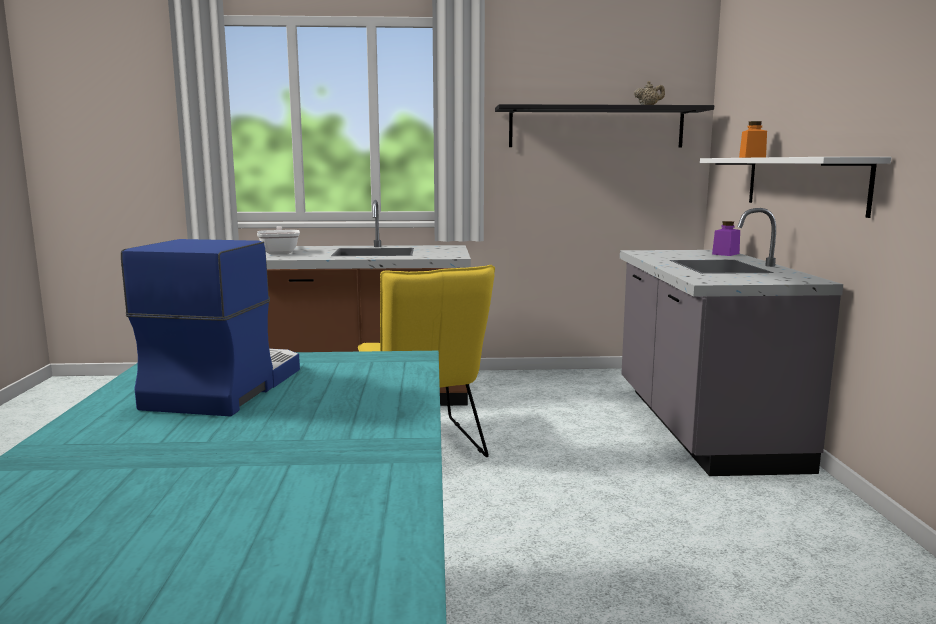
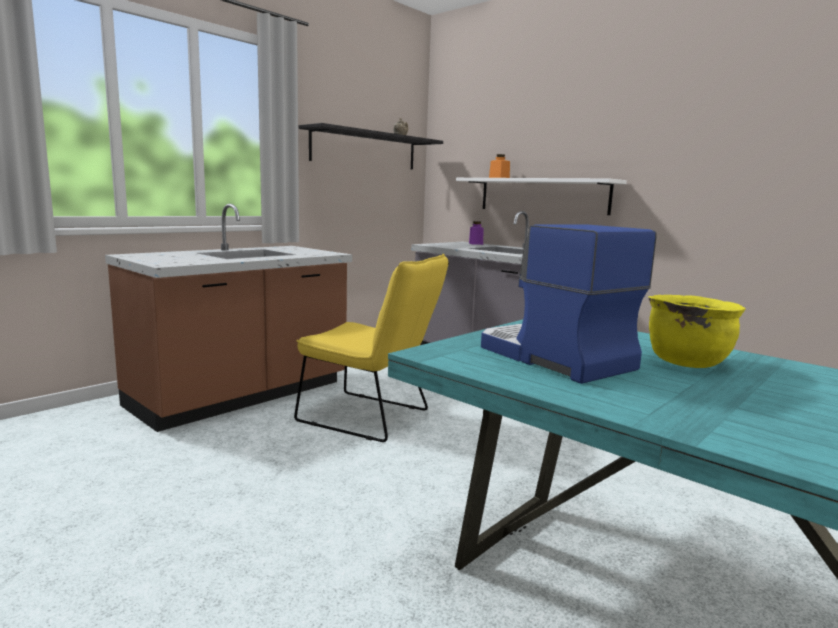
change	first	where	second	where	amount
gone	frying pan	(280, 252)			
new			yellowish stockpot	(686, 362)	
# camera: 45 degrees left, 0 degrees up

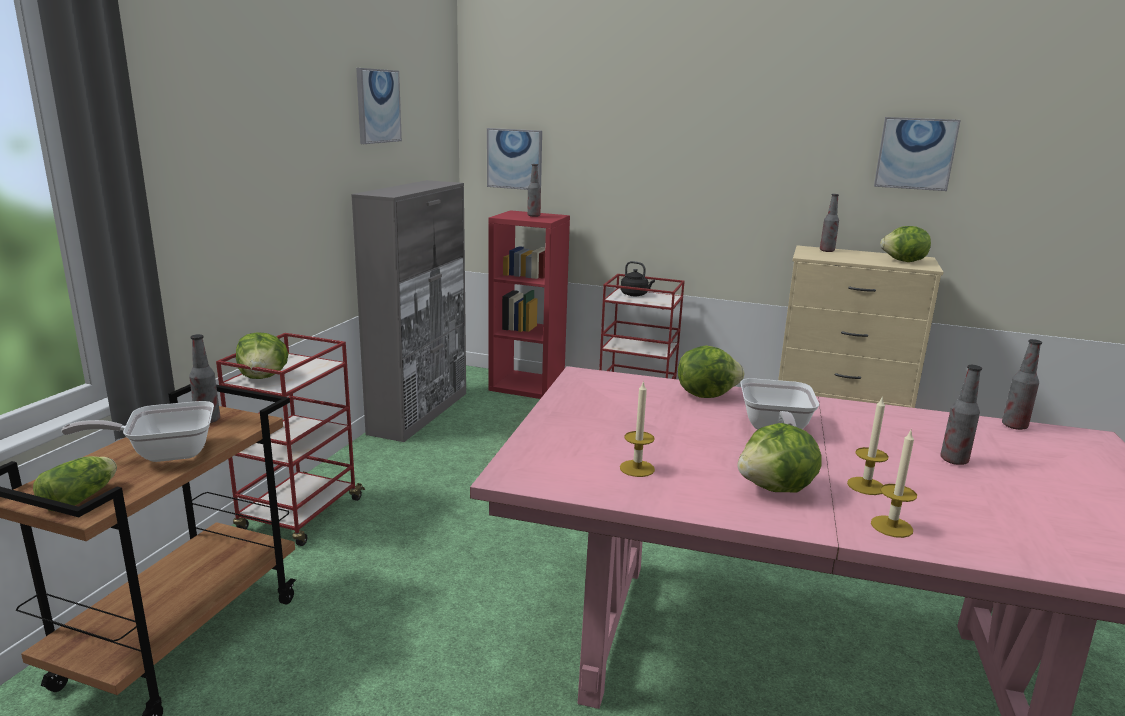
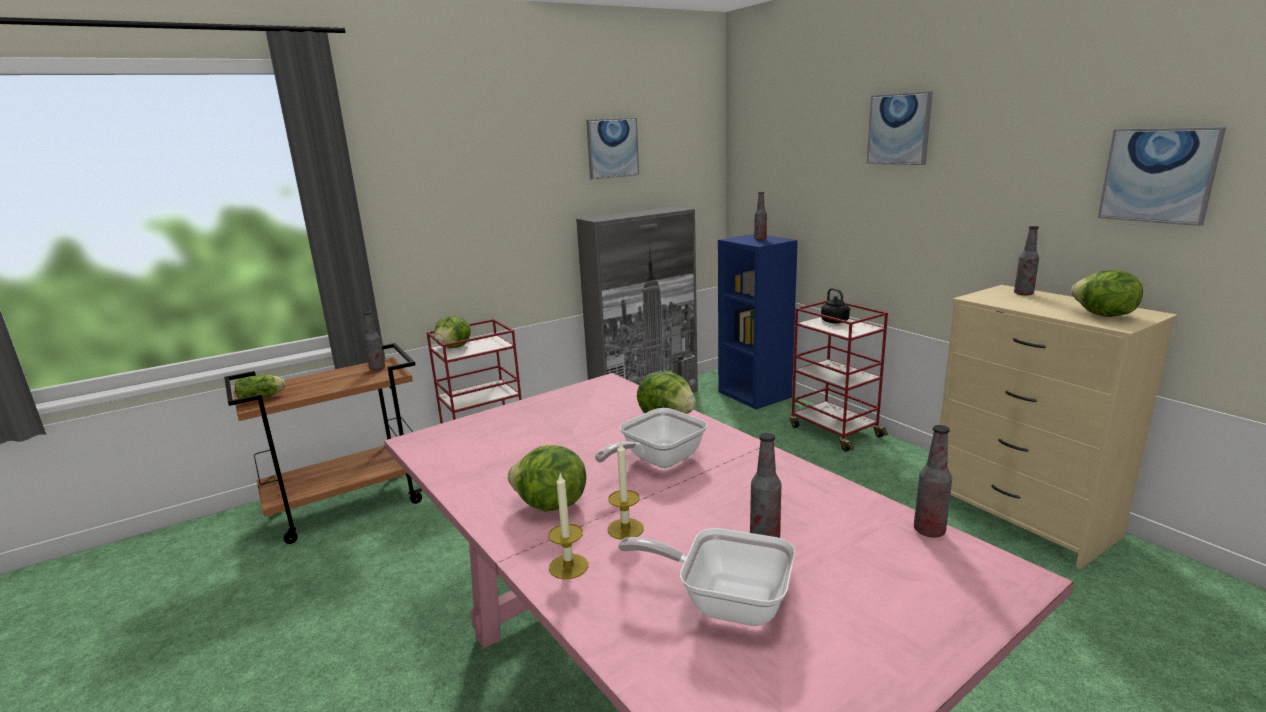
change	first	where	second	where	amount
shifted	wall art	(514, 159)		(899, 129)	
repainted	red-coloured bookshelf	(528, 386)	blue bookshelf	(755, 394)	
gone	candle	(637, 468)			
shifted	frying pan	(164, 453)		(724, 601)	
# camera: 40 degrees right, 0 degrees up

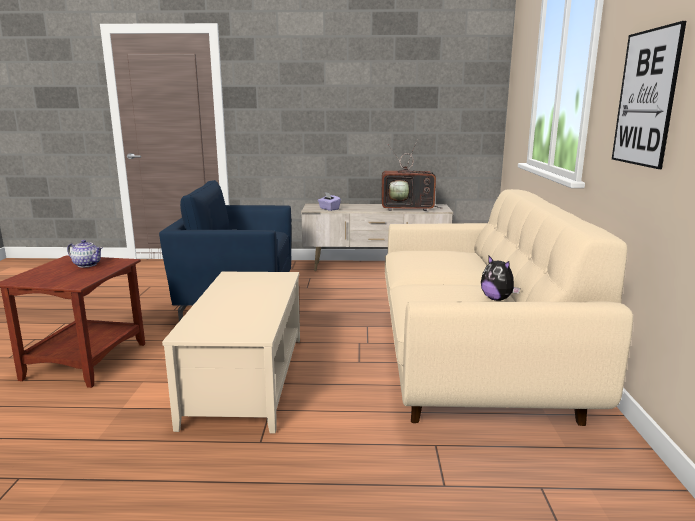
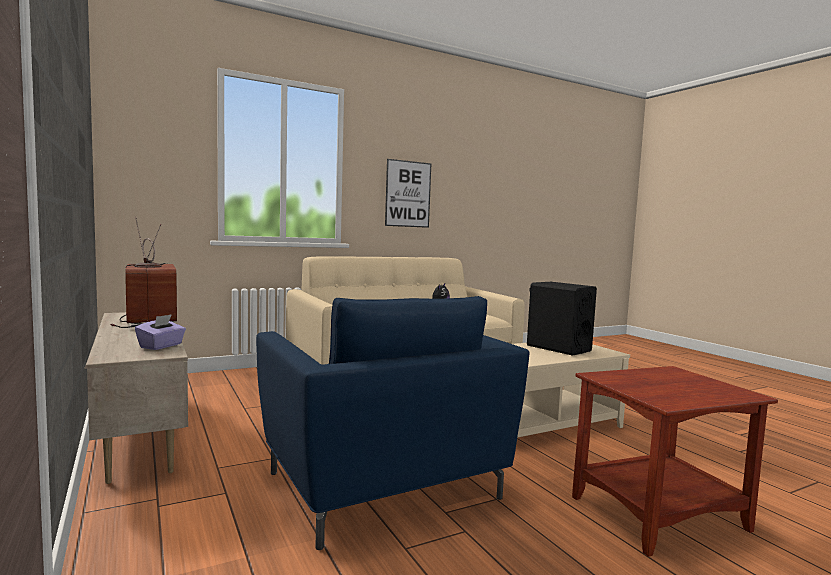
change	first	where	second	where	amount
gone	pot for tea	(87, 264)			
new			black-coloured speaker	(558, 348)	
# camera: 120 degrees left, 10 degrees down

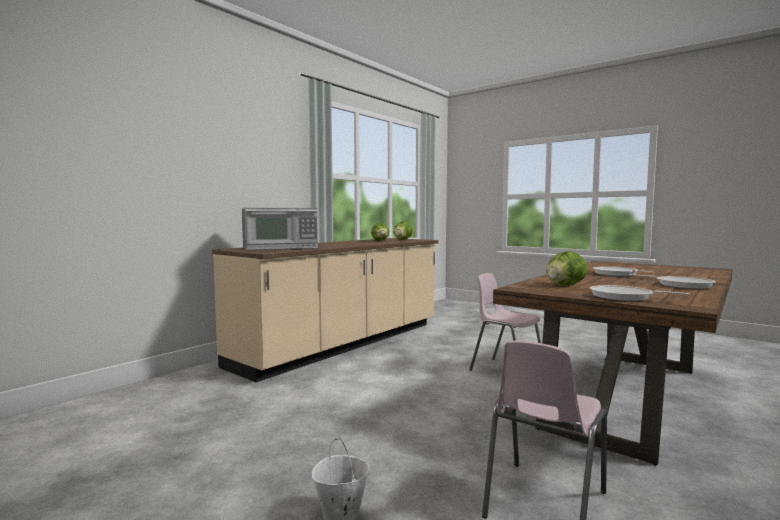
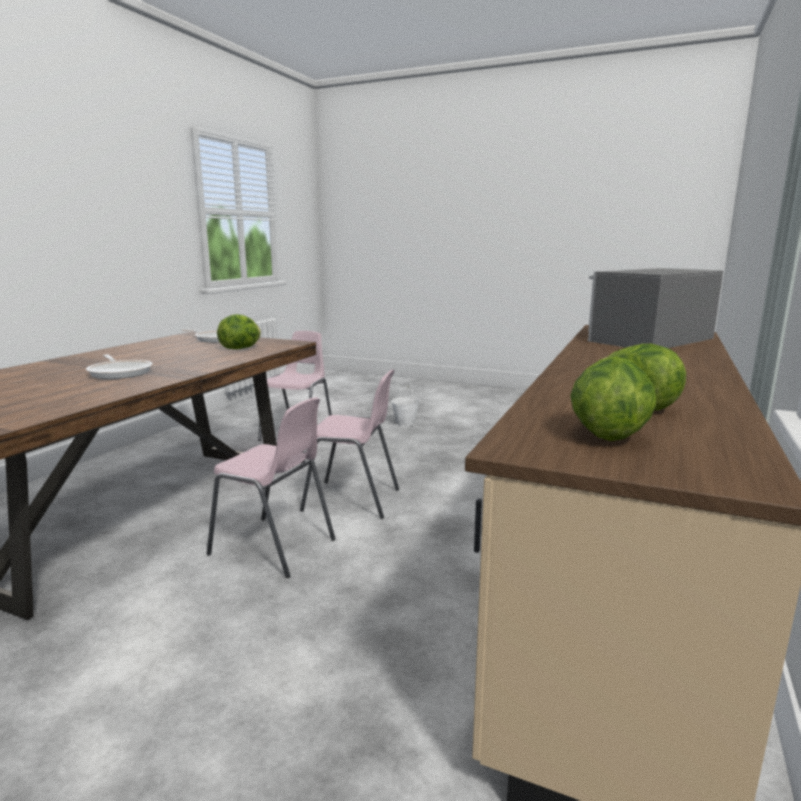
change	first	where	second	where	amount
gone	frying pan	(680, 285)			
new			pinkish plain chair	(352, 500)	
# camera: 165 degrees right, 10 degrees up

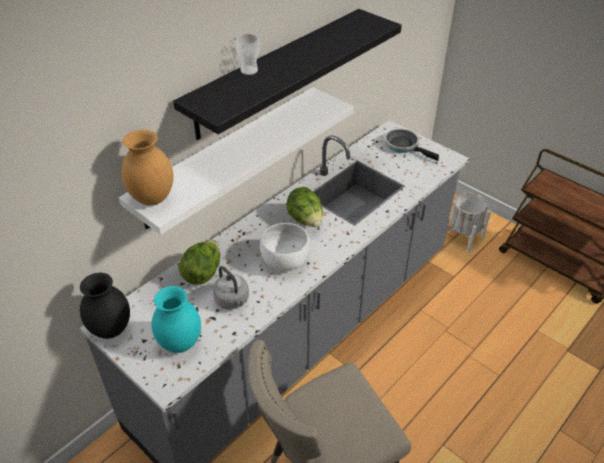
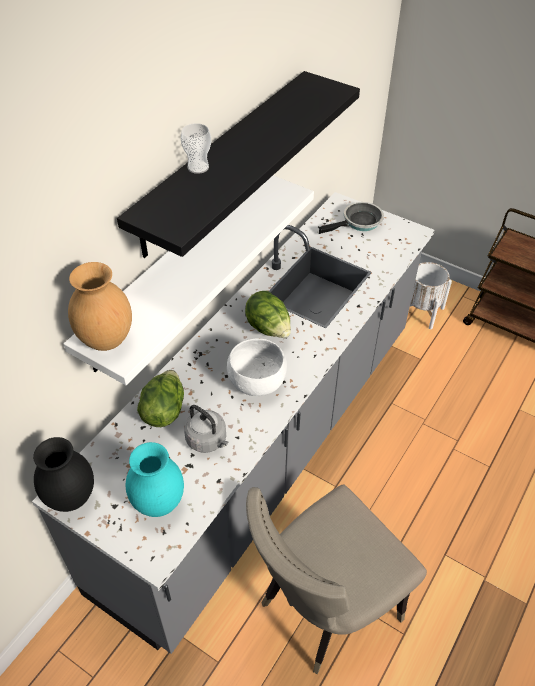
change	first	where	second	where	amount
rotated	frying pan	(404, 146)		(359, 222)	120 degrees clockwise
# camera: 10 degrees left, 5 degrees up

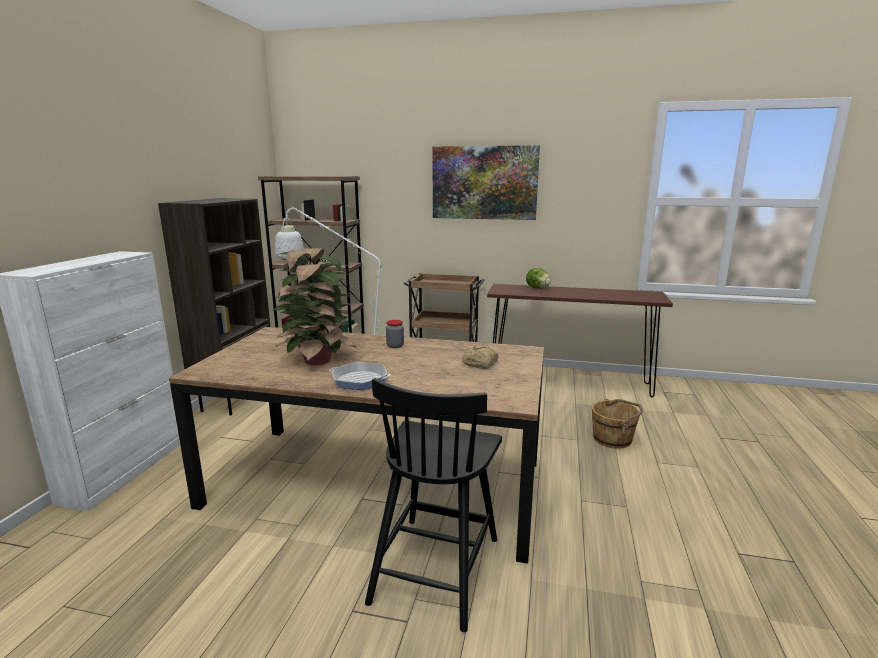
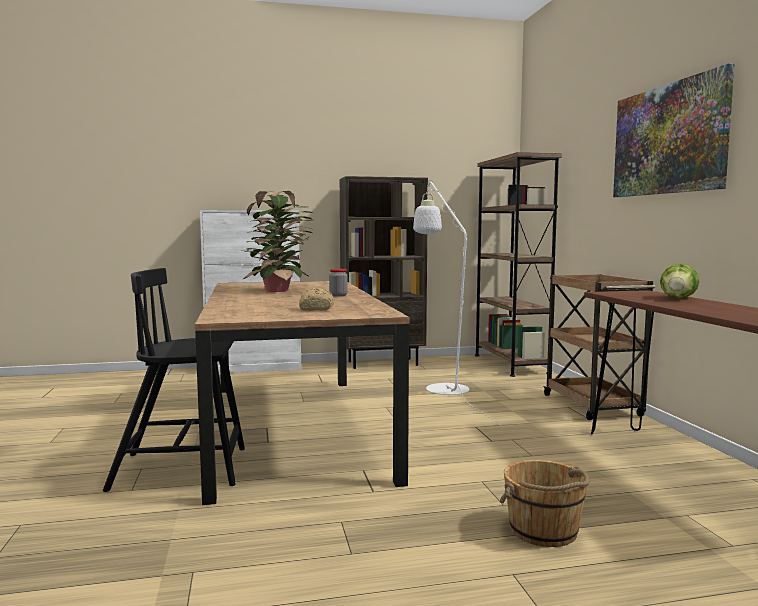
change	first	where	second	where	amount
gone	frying pan	(359, 380)			
# camera: 65 degrees right, 10 degrees down

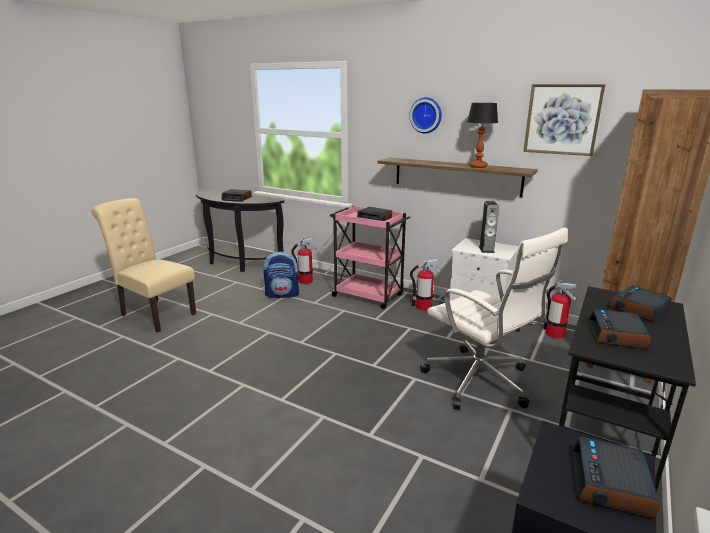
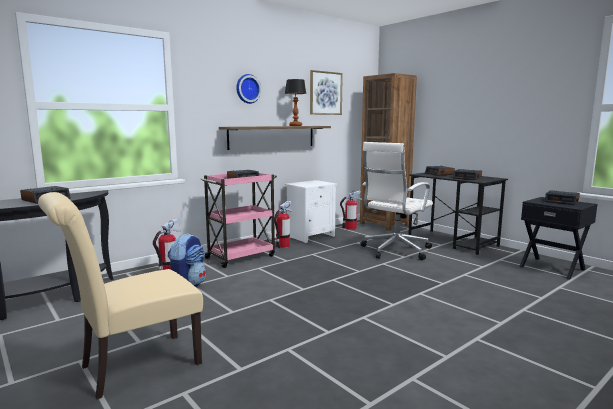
change	first	where	second	where	amount
gone	speaker	(486, 249)			
rotated	whitish office chair	(480, 382)		(394, 251)	150 degrees clockwise
# camera: 70 degrees left, 10 degrees down

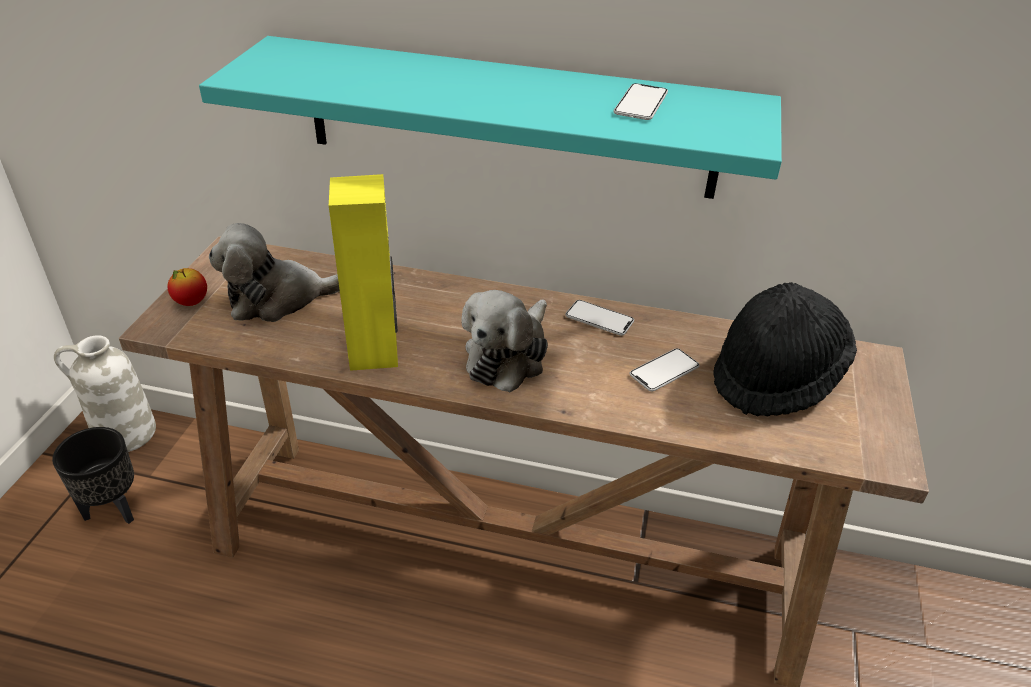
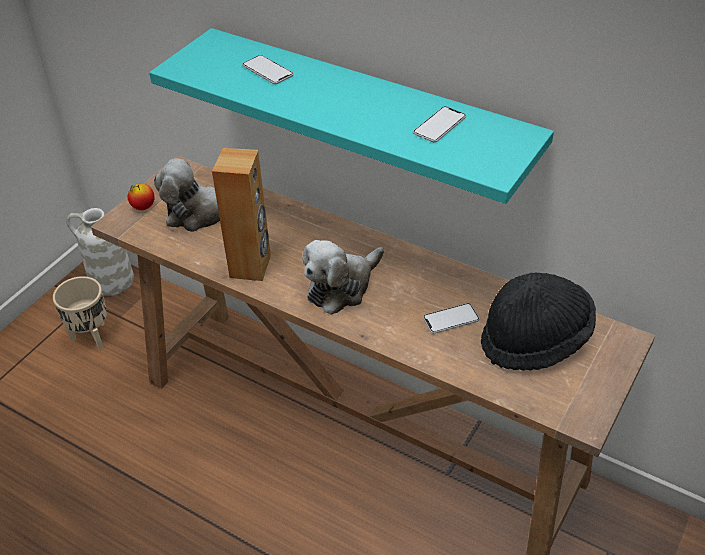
change	first	where	second	where	amount
repainted	yellowish speaker	(374, 352)	brown speaker	(251, 266)	
shifted	handset	(599, 319)		(267, 71)	
repainted	black-coloured flower pot	(114, 510)	sand-coloured flower pot	(92, 337)	
# camera: 20 degrees right, 5 degrees up

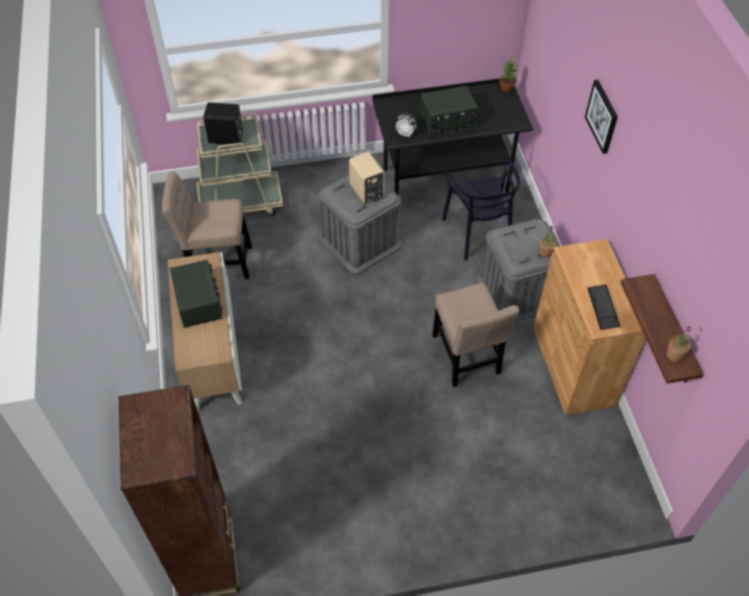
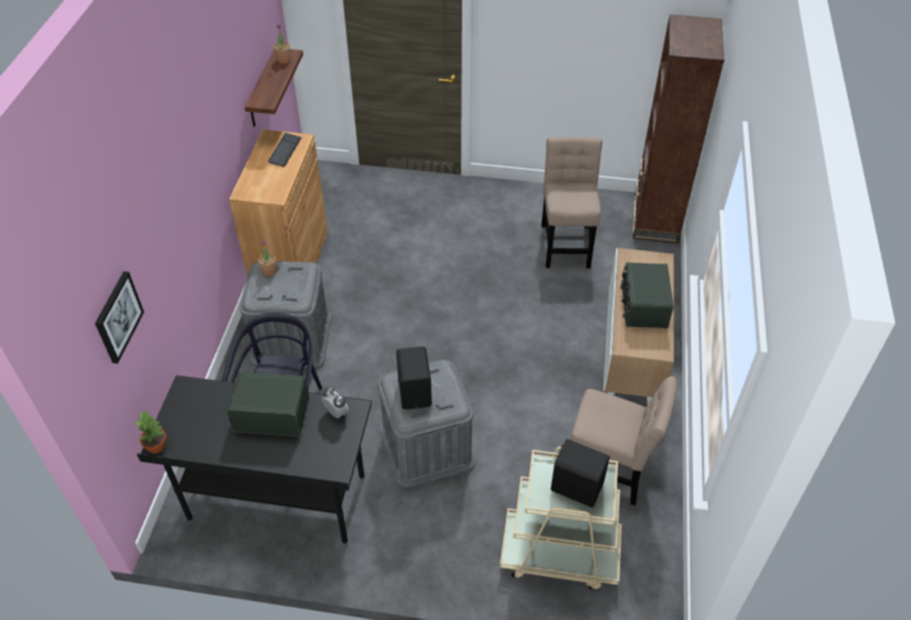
change	first	where	second	where	amount
shifted	wall art	(602, 116)		(118, 317)	
repainted	sand-coloured speaker	(366, 192)	black-coloured speaker	(416, 391)	
shifted	sand-coloured plain chair	(466, 358)		(566, 243)	
# camera: 160 degrees left, 5 degrees down

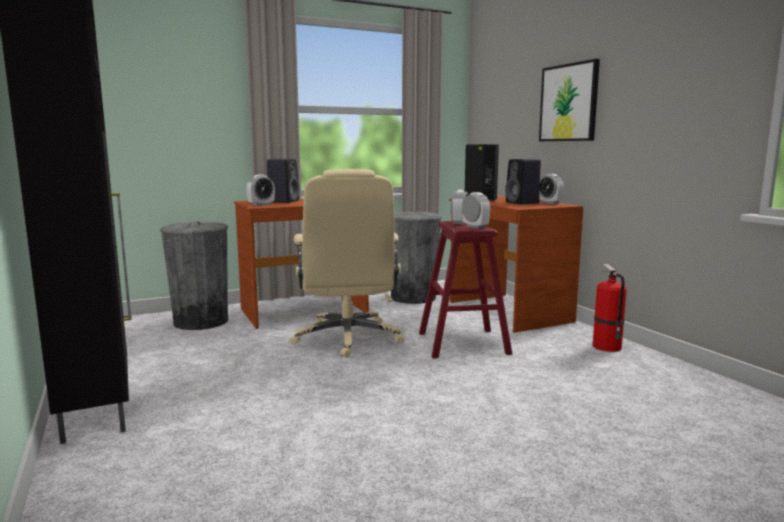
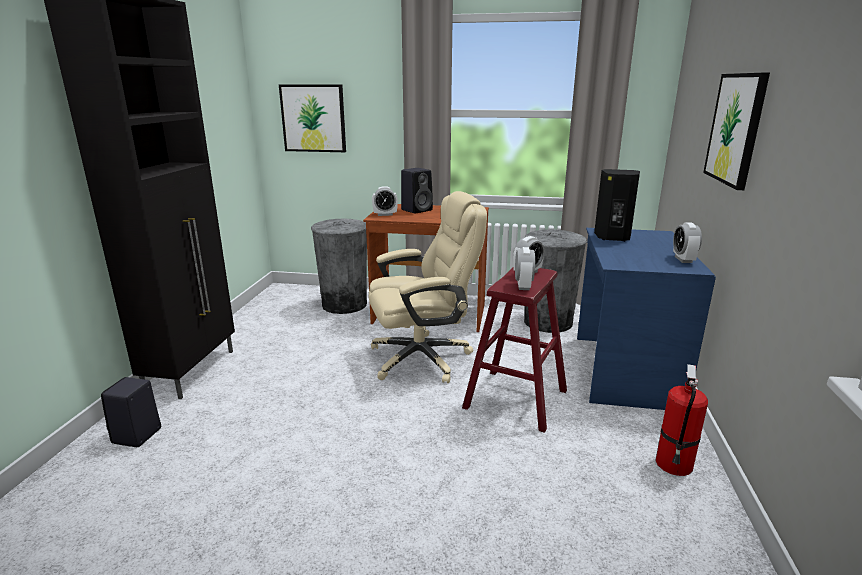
change	first	where	second	where	amount
shifted	black-coloured speaker	(523, 203)		(136, 436)	
rotated	sand-coloured office chair	(347, 338)		(423, 358)	135 degrees counterclockwise
repainted	brown desk	(507, 311)	blue desk	(623, 370)	
new			wall art	(313, 118)	
# camera: 35 degrees right, 10 degrees up

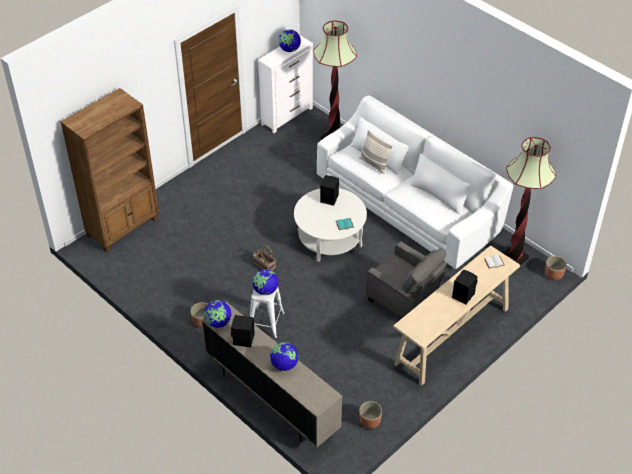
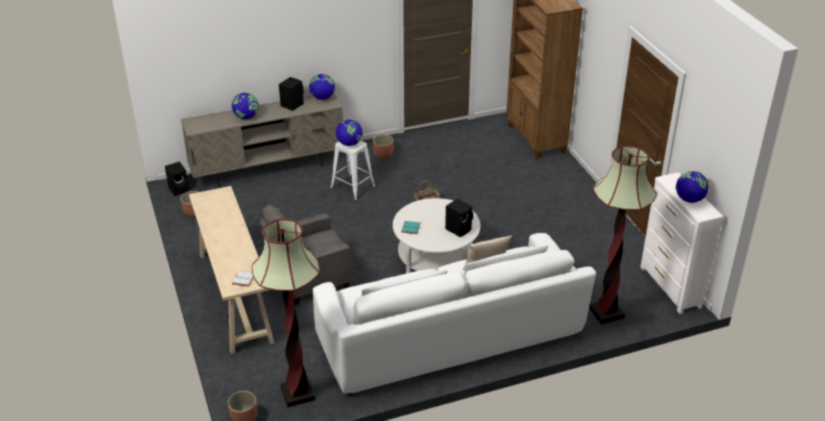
change	first	where	second	where	amount
shifted	black-coloured speaker	(462, 295)		(179, 189)	
# camera: 115 degrees right, 10 degrees down

